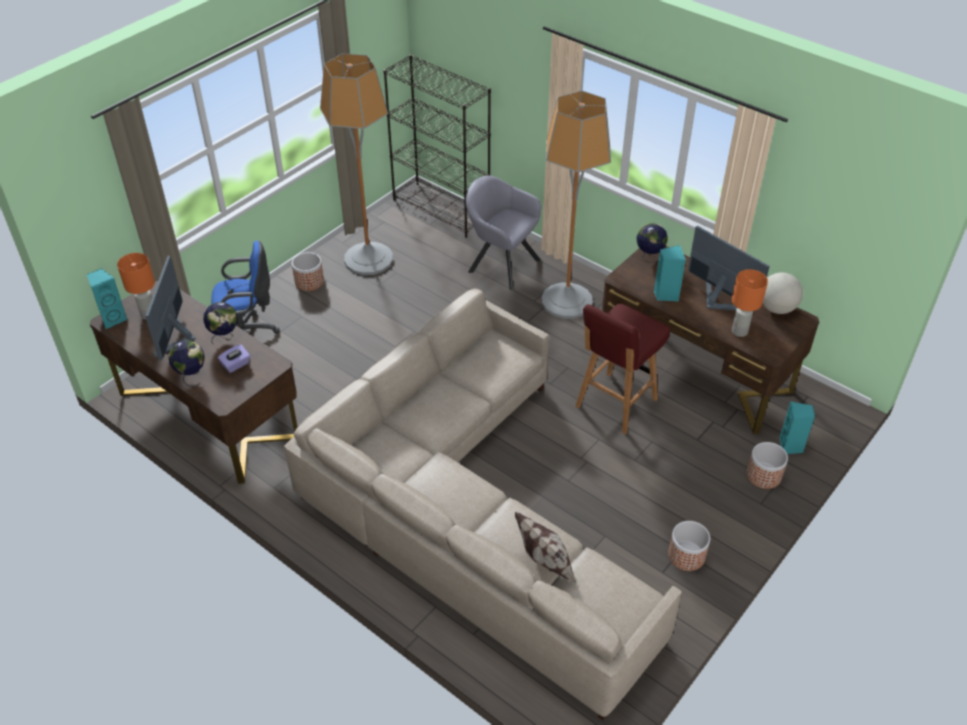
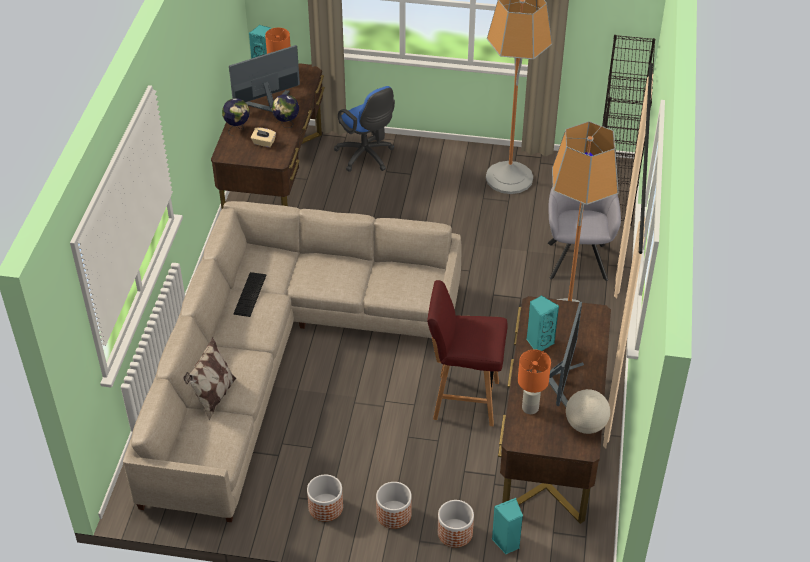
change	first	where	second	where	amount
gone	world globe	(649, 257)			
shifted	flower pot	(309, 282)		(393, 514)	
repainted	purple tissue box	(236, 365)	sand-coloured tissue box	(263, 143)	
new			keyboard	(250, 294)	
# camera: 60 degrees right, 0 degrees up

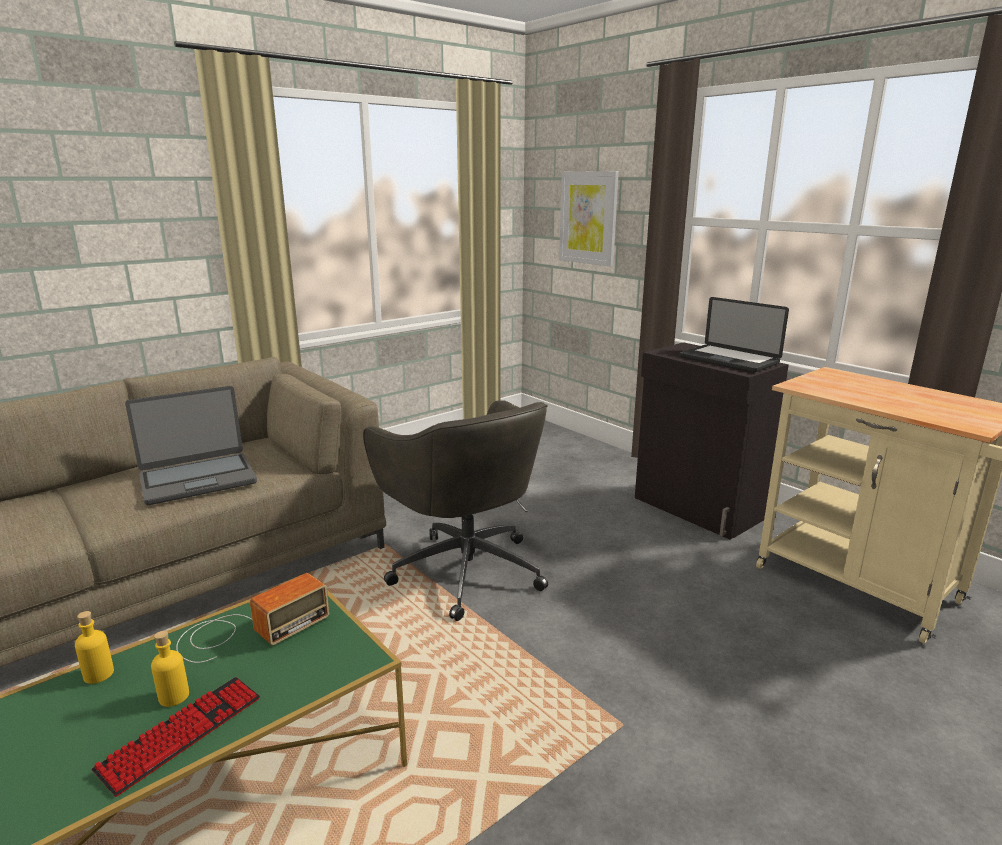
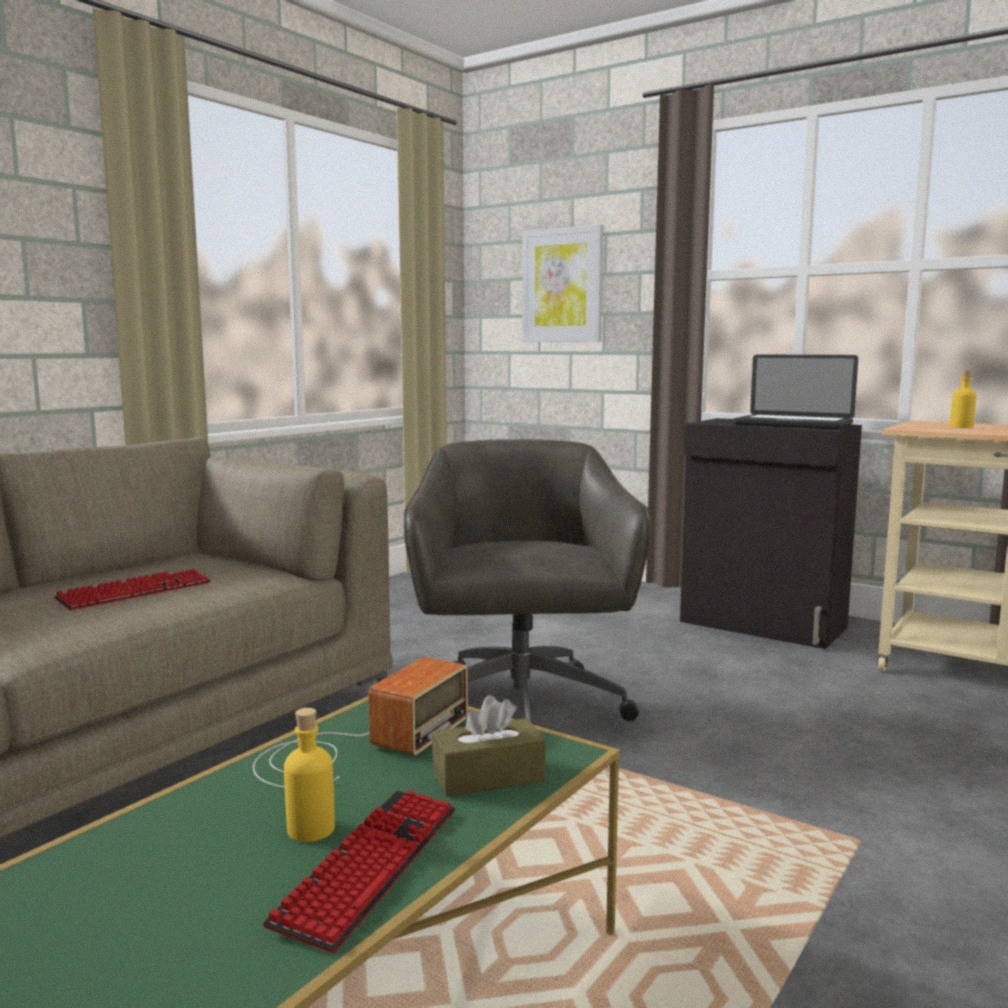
change	first	where	second	where	amount
swapped	portable computer	(198, 479)	keyboard	(135, 592)	
rotated	greyish office chair	(465, 569)		(520, 711)	135 degrees counterclockwise
shifted	yellowish drink bottle	(99, 674)		(961, 427)	
new			brown tissue box	(488, 776)	
# camera: 15 degrees left, 10 degrees down

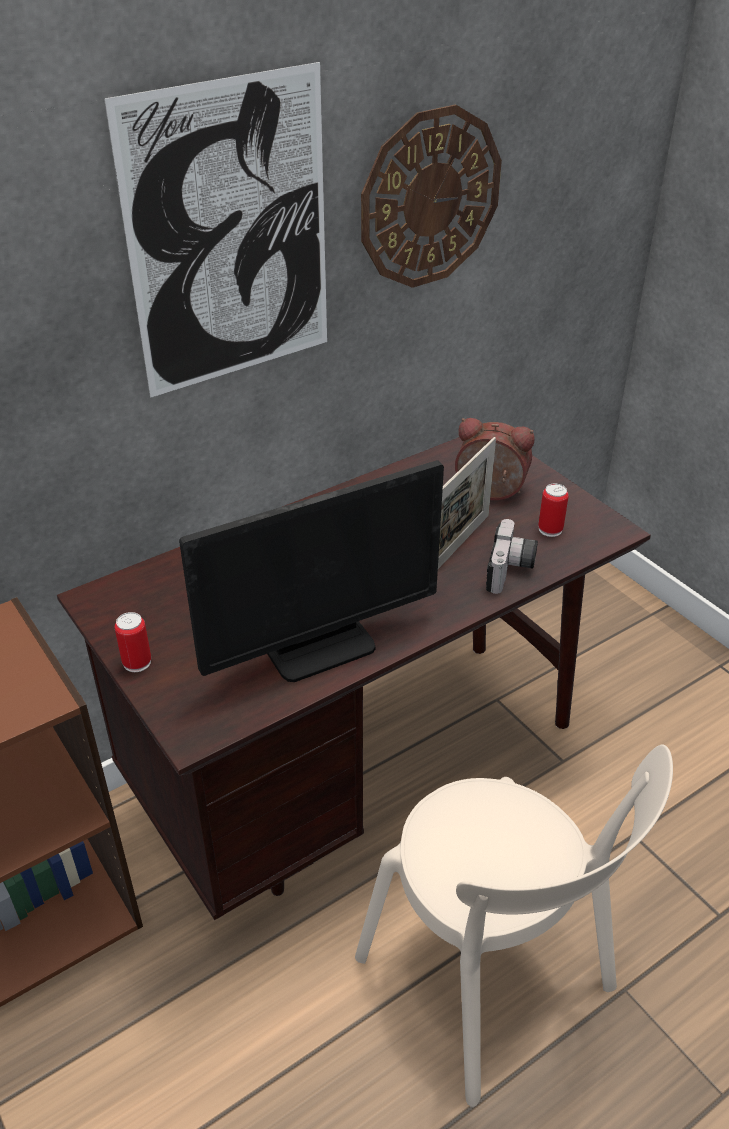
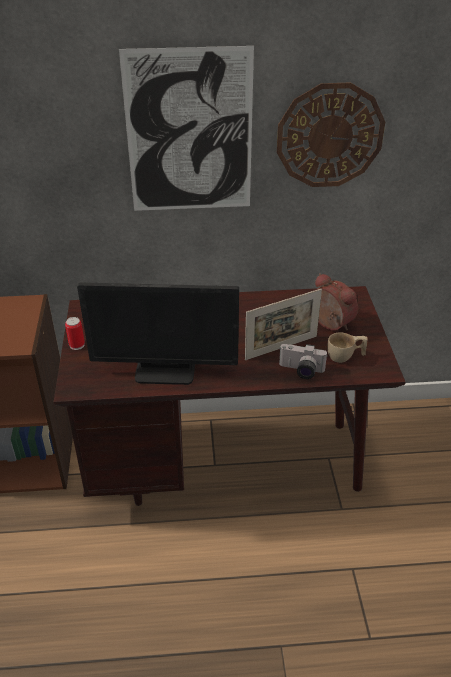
change	first	where	second	where	amount
swapped	metal can	(550, 529)	sand-coloured drinking cup	(345, 356)	
rotated	photo camera	(511, 571)		(300, 371)	60 degrees clockwise
gone	sand-coloured plain chair	(492, 981)			
# camera: 30 degrees right, 0 degrees up

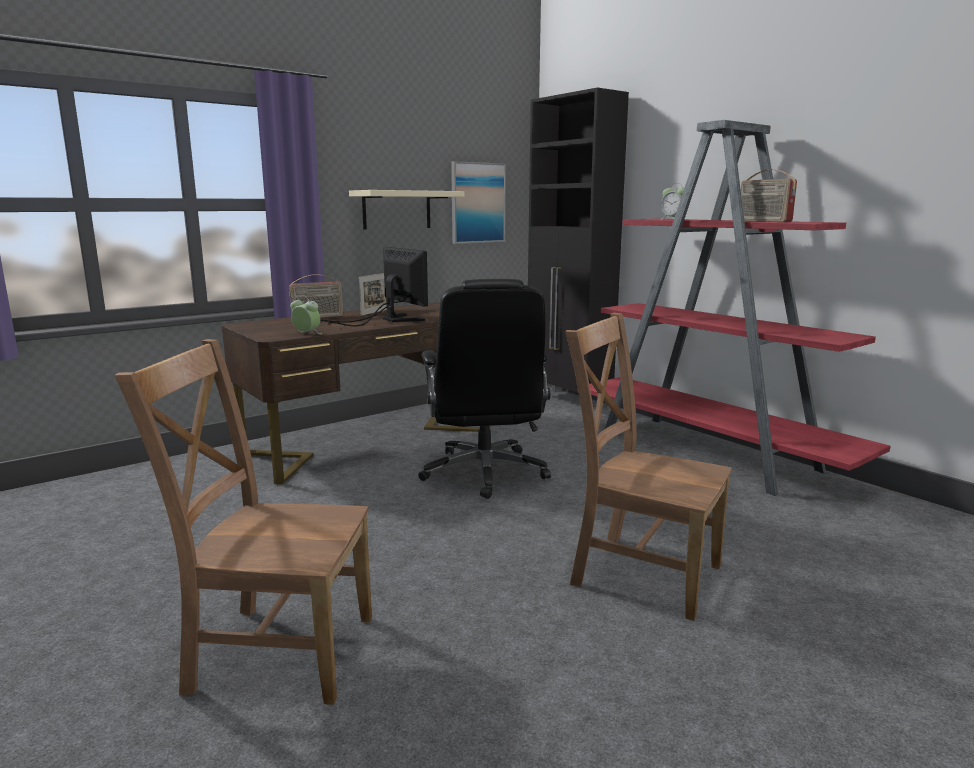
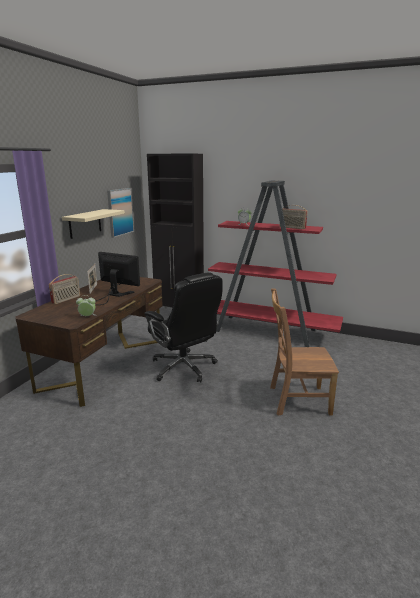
change	first	where	second	where	amount
gone	brown plain chair	(276, 651)			
# camera: 30 degrees left, 5 degrees up

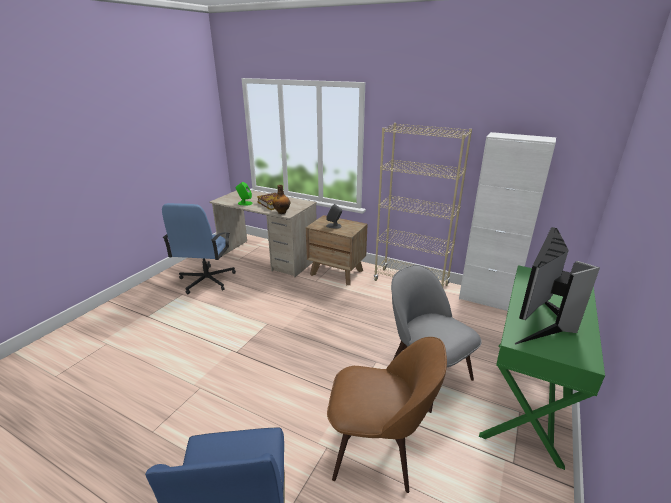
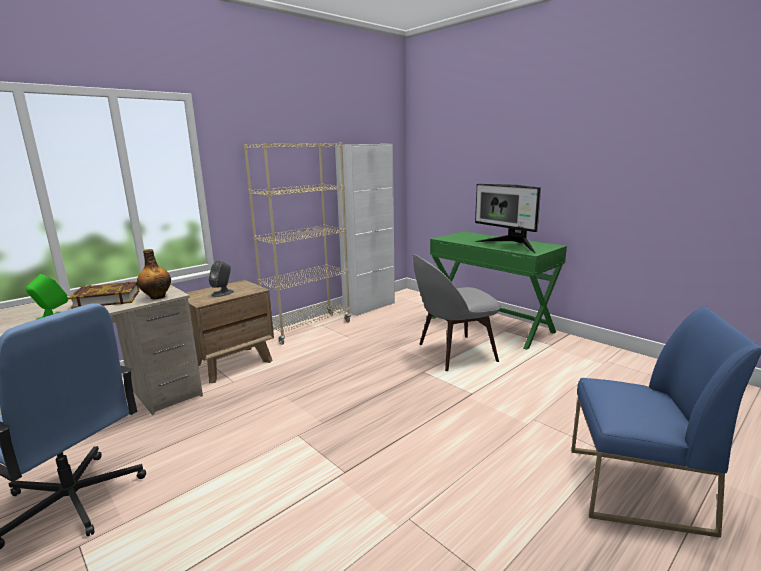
change	first	where	second	where	amount
gone	brown plain chair	(378, 448)			
# camera: 70 degrees left, 10 degrees down

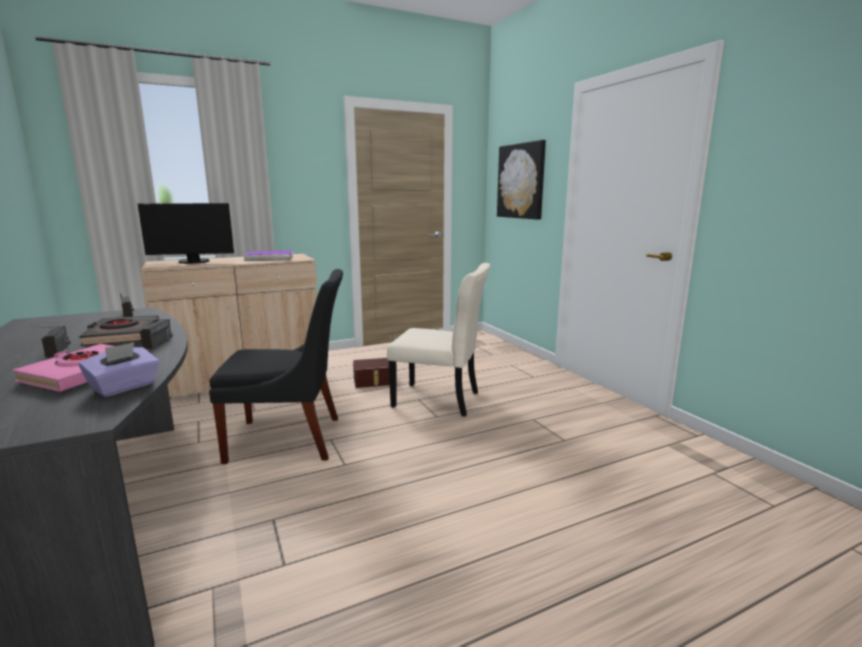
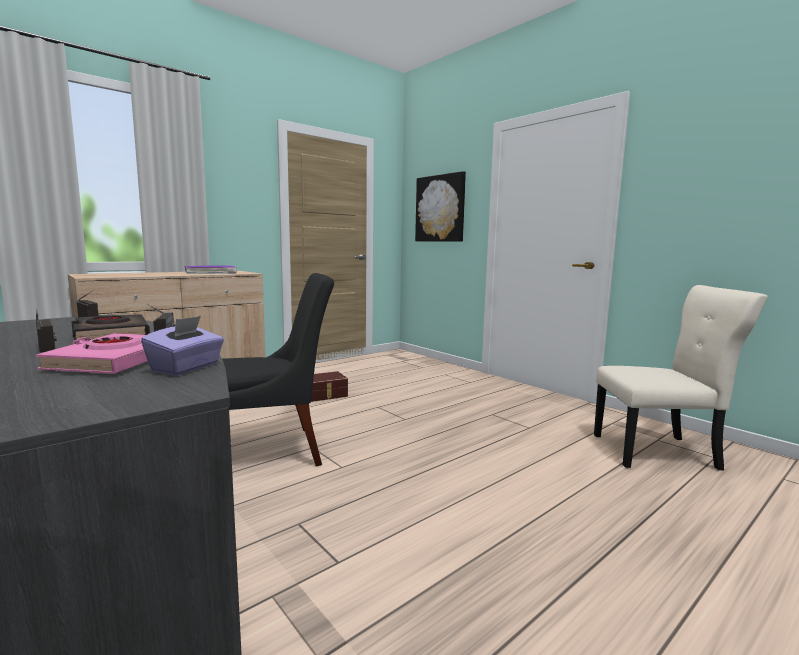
change	first	where	second	where	amount
gone	computer screen	(193, 262)			
shifted	sand-coloured plain chair	(440, 400)		(659, 452)	
# camera: 15 degrees left, 5 degrees down

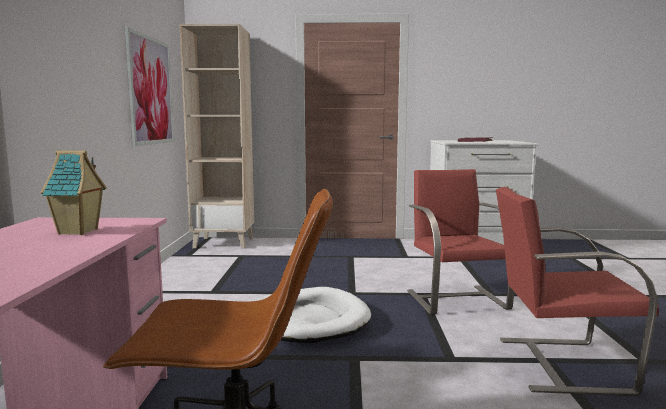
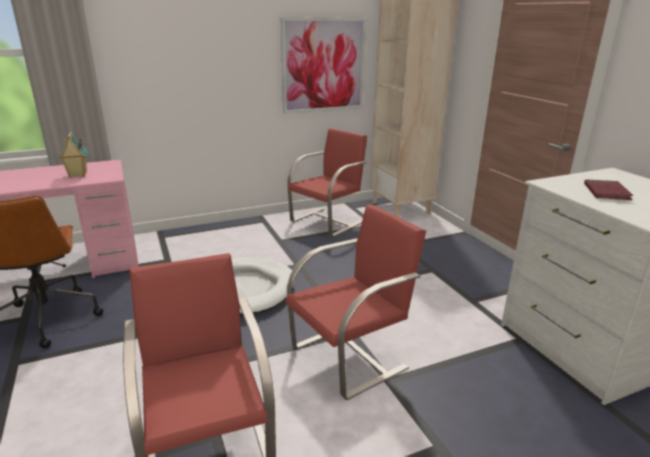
change	first	where	second	where	amount
new			red-coloured plain chair	(327, 222)	
# camera: 65 degrees right, 15 degrees up

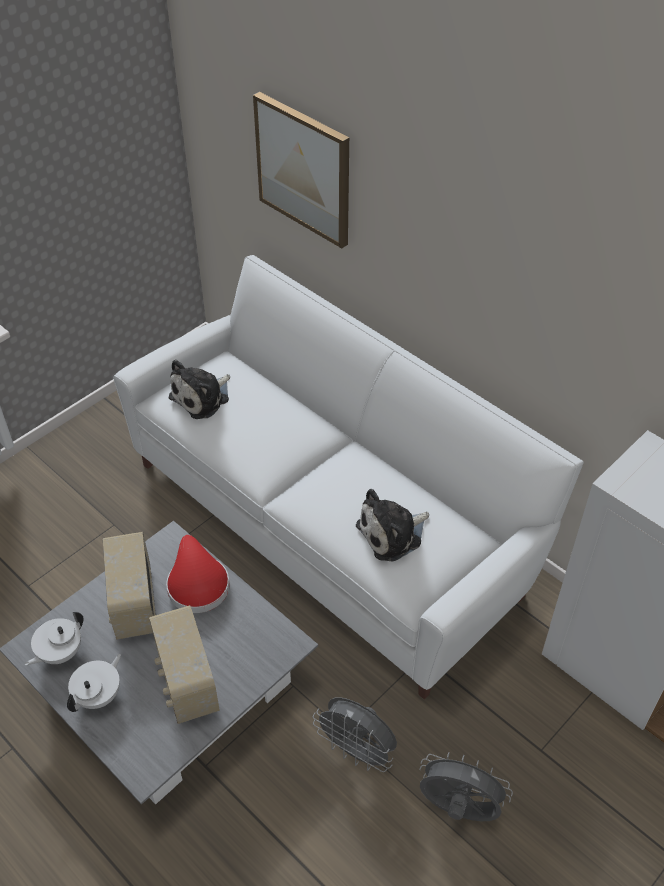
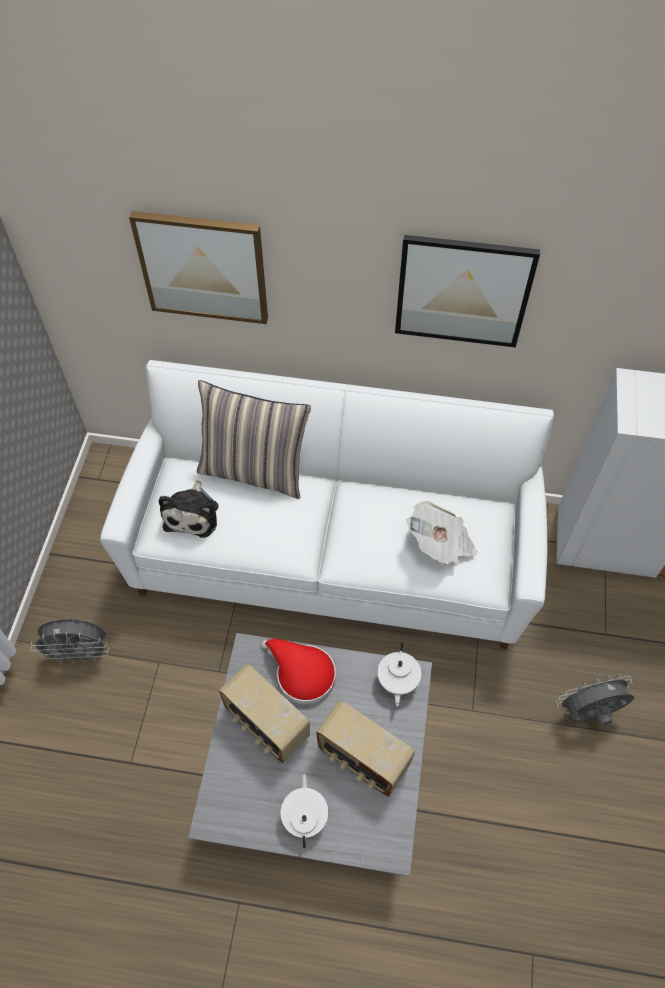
change	first	where	second	where	amount
swapped	plush toy	(392, 534)	daily paper	(441, 543)	
shifted	whitish pot for tea	(60, 652)		(397, 681)	
shifted	greyish electric fan	(357, 751)		(80, 653)	
new			wall art	(463, 291)	
new			pillow	(255, 470)	
# camera: 35 degrees left, 10 degrees up

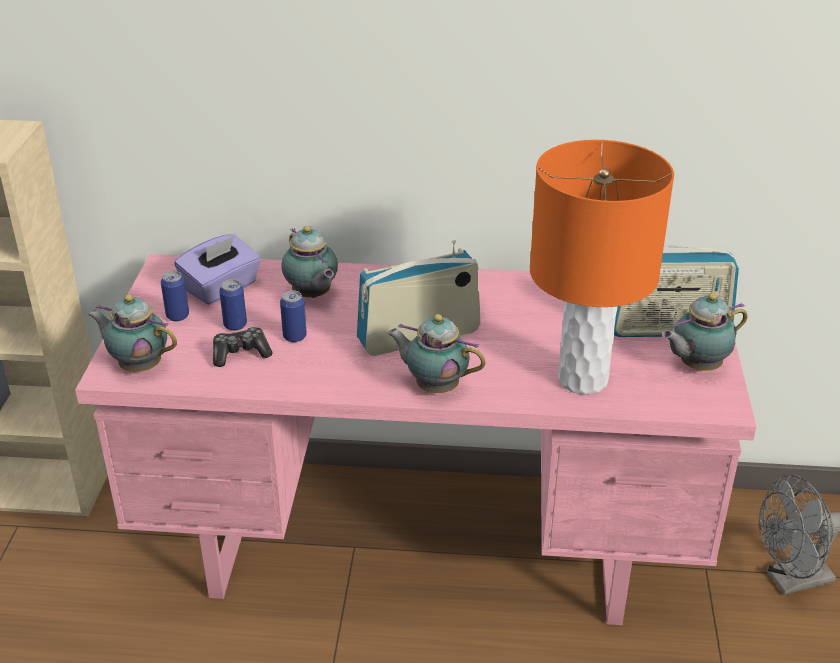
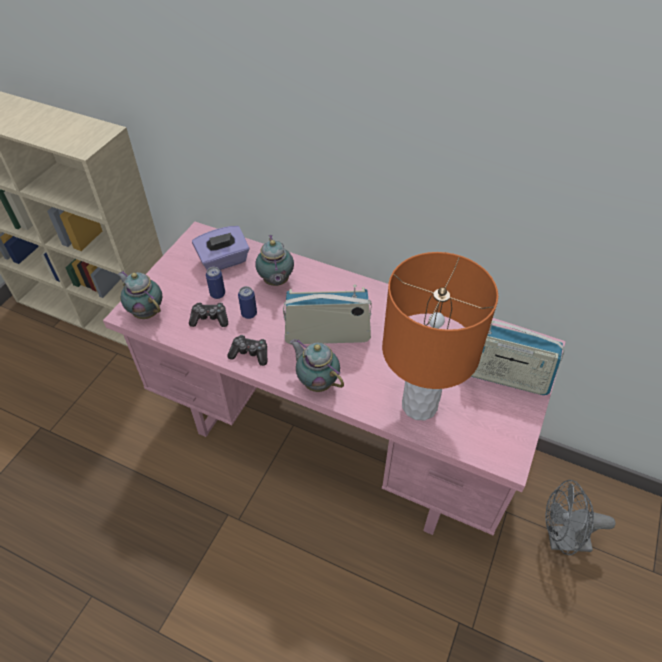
change	first	where	second	where	amount
gone	metal can	(177, 316)			
gone	pot for tea	(697, 366)			
new			joypad	(250, 354)	
# camera: 20 degrees right, 15 degrees up

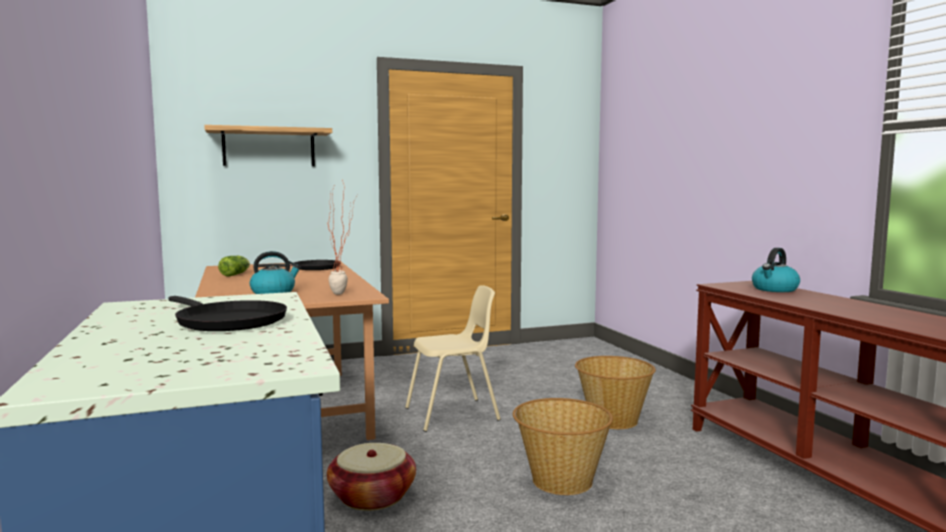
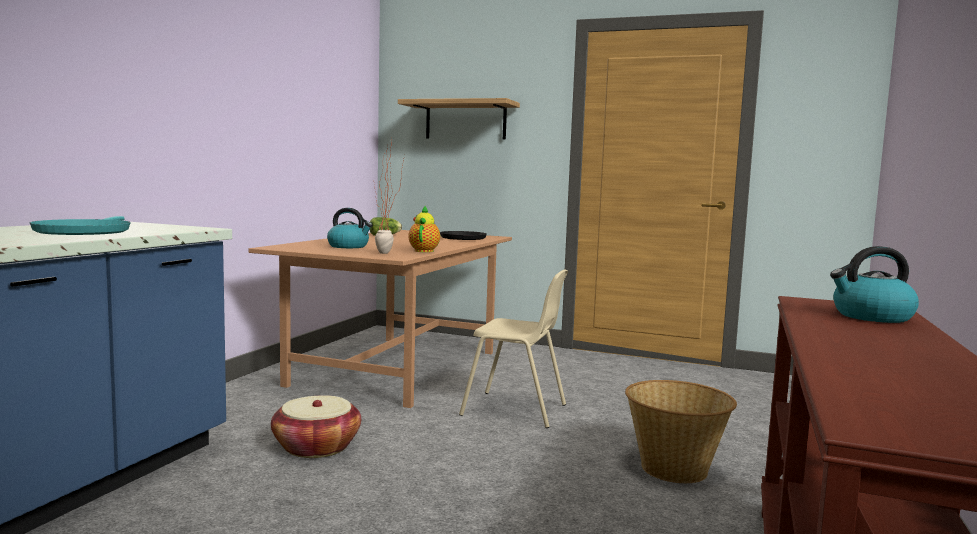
change	first	where	second	where	amount
repainted	black-coloured frying pan	(227, 321)	blue-green frying pan	(84, 232)	
gone	storage basket	(561, 481)			
new			pot for tea	(424, 251)	
# camera: 40 degrees right, 0 degrees up

